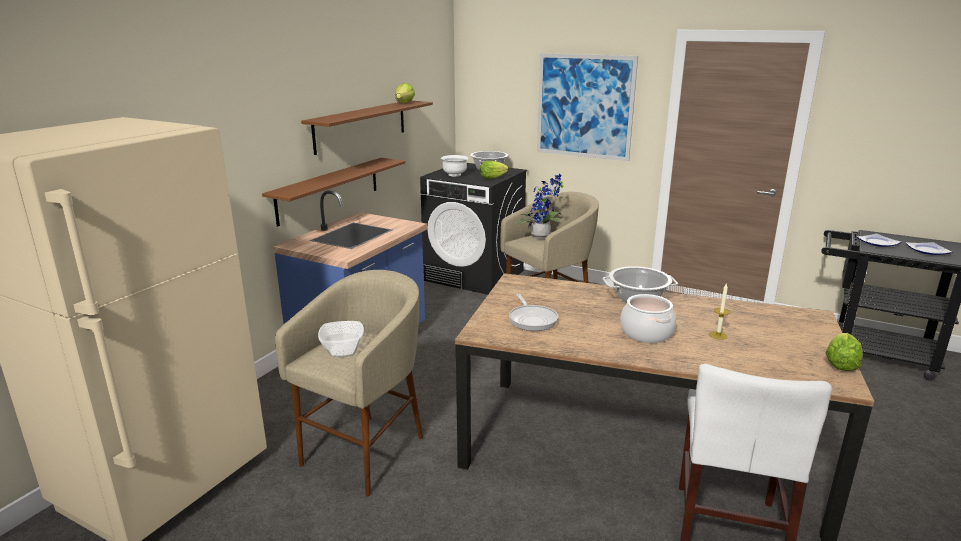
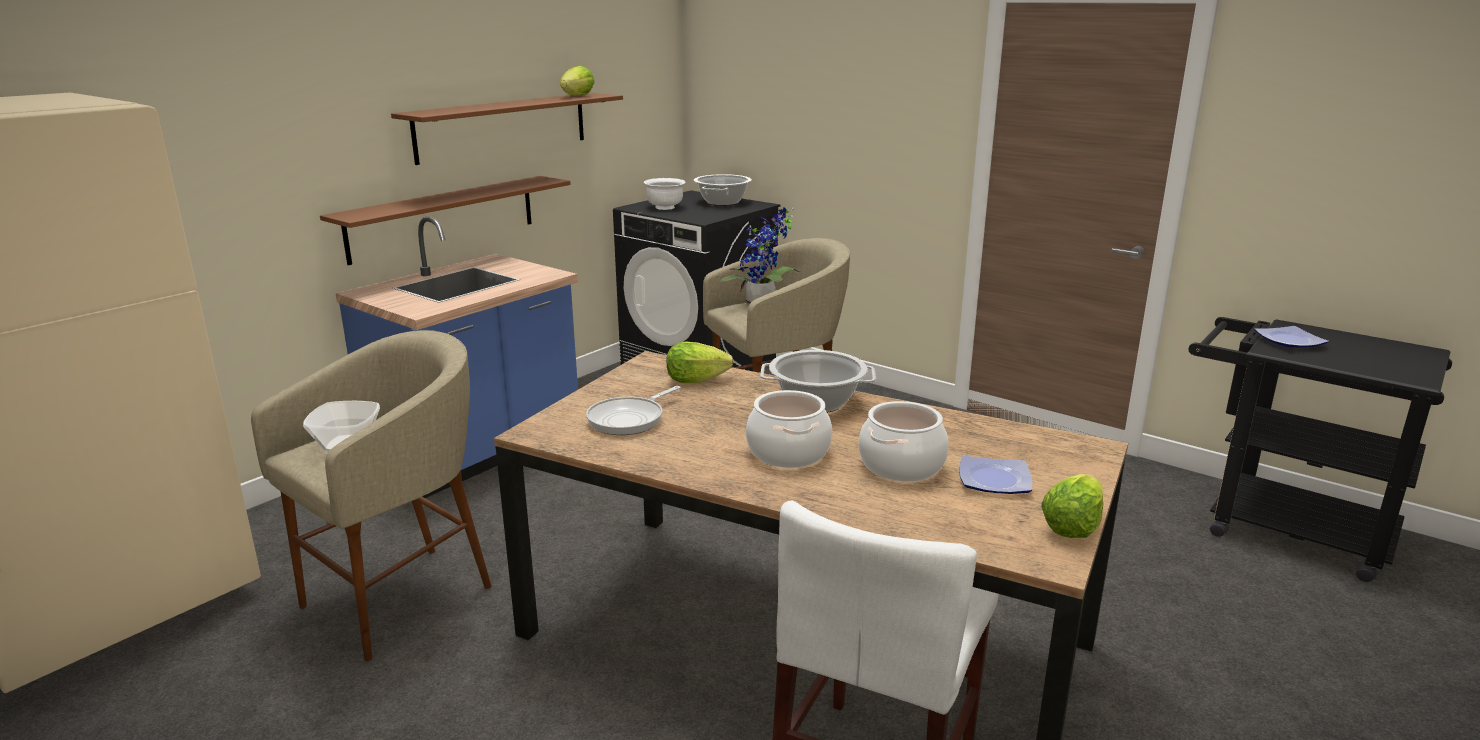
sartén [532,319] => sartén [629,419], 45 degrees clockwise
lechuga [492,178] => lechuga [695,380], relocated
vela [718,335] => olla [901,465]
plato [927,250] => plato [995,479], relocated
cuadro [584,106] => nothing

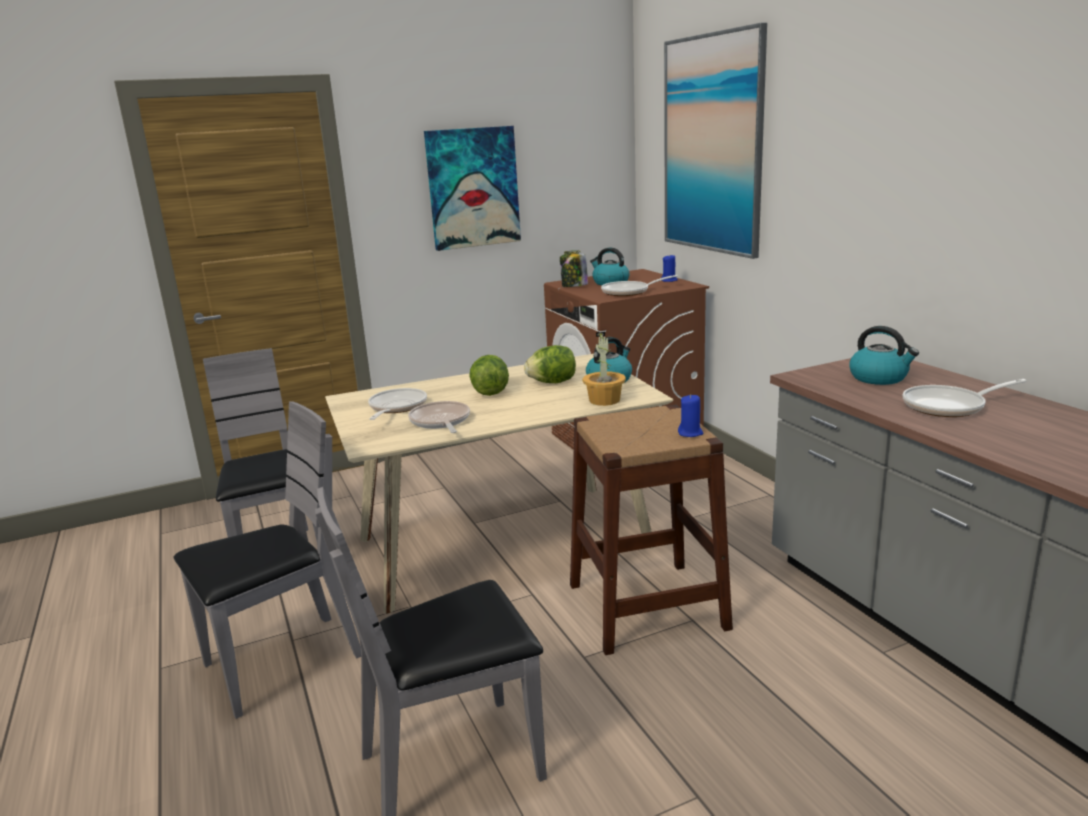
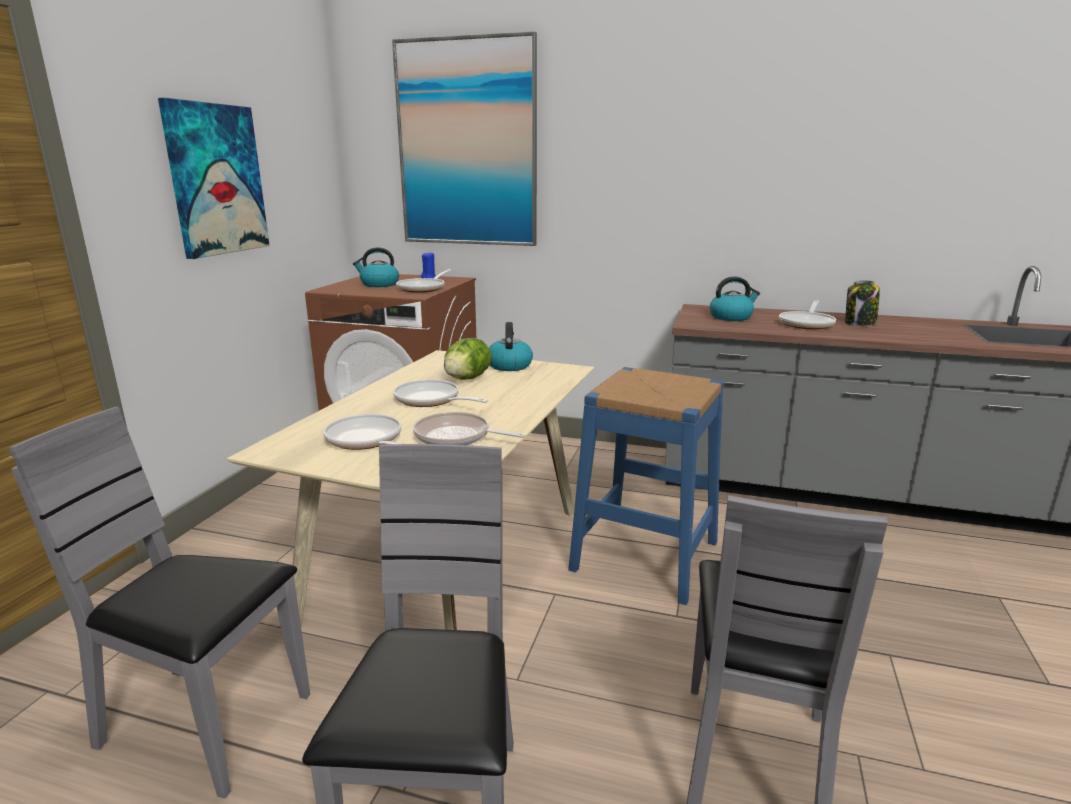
lechuga [490,392] => sartén [431,400]
taburete (marrón) [646,606] => taburete (azul) [645,555]
tarro [574,286] => tarro [859,323], relocated
planta en maceta [604,400] => nothing
vela (azul) [690,433] => nothing

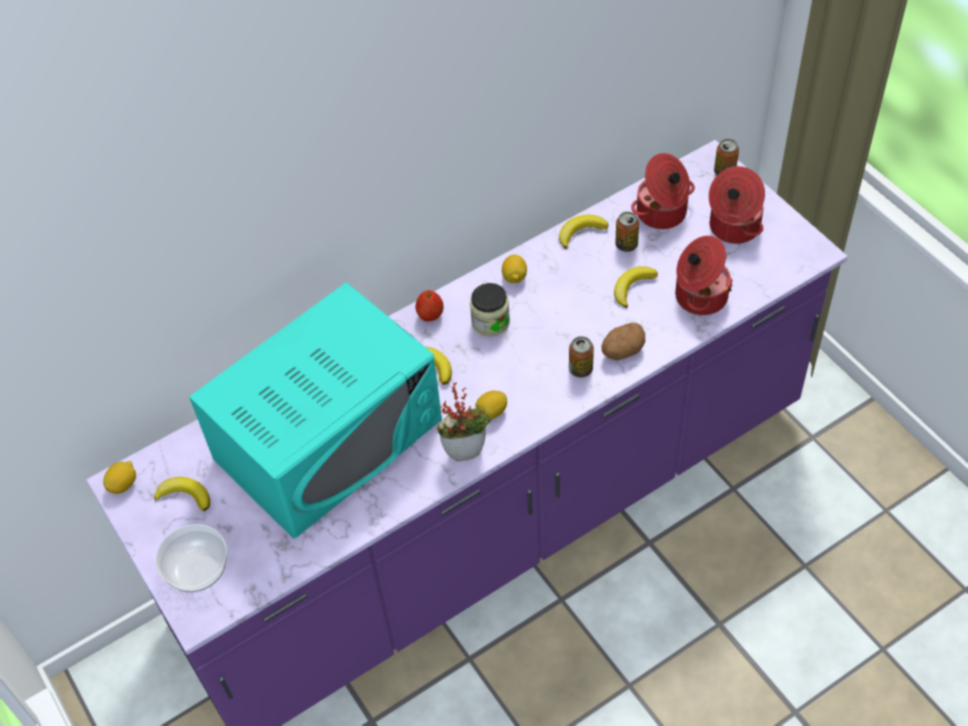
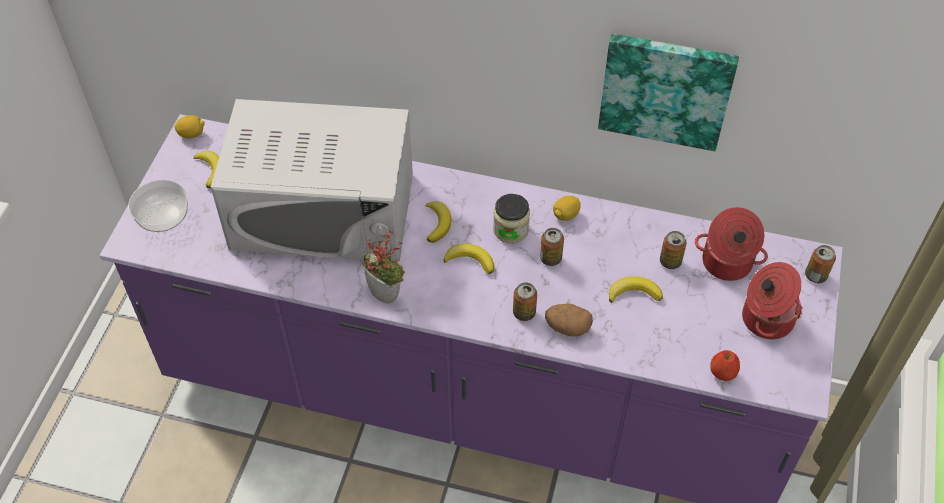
microondas (turquesa) [329,438] => microondas (blanco) [323,211]
plátano [580,232] => plátano [470,260], relocated
nothing => lata [550,258]
nothing => cuadro [666,89]
manzana [430,316] => manzana [722,374], relocated
limón [491,412] => nothing
olla [699,296] => nothing

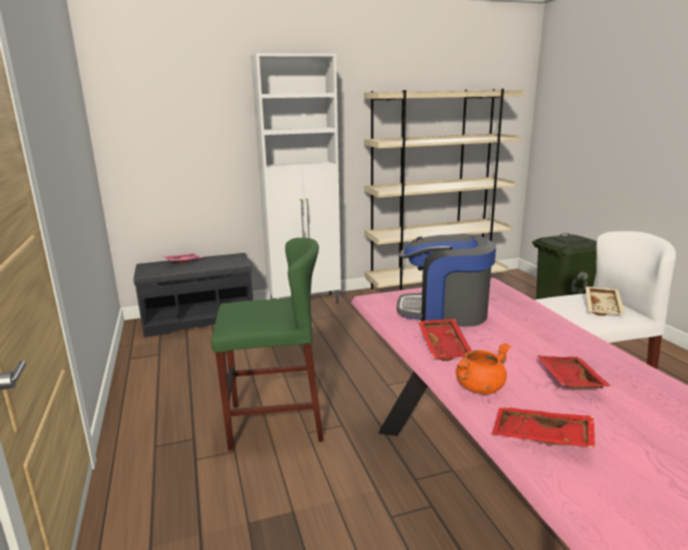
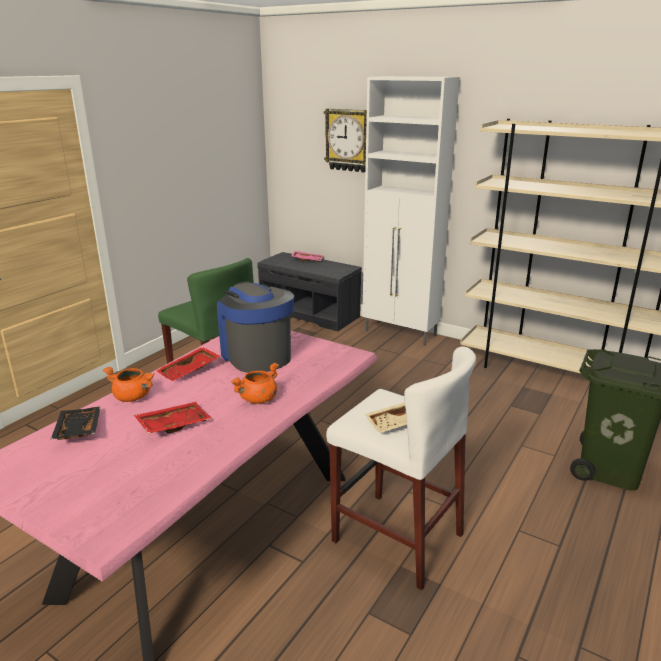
bandeja (rojo) [541,438] => bandeja (negro) [77,430]
nothing => olla (naranja) [258,399]
nothing => reloj de pared [349,140]

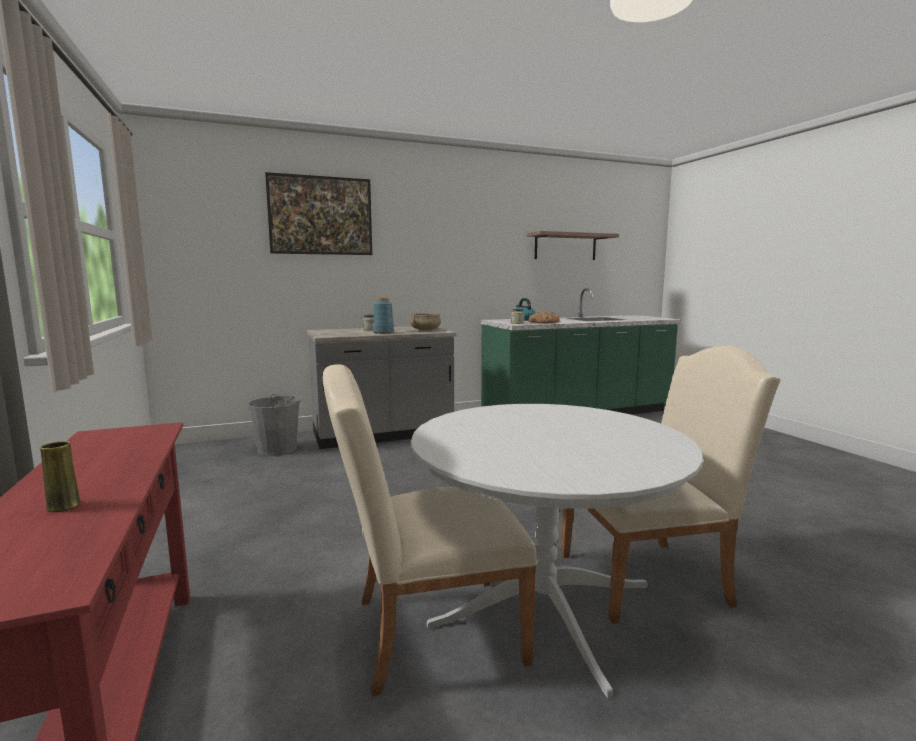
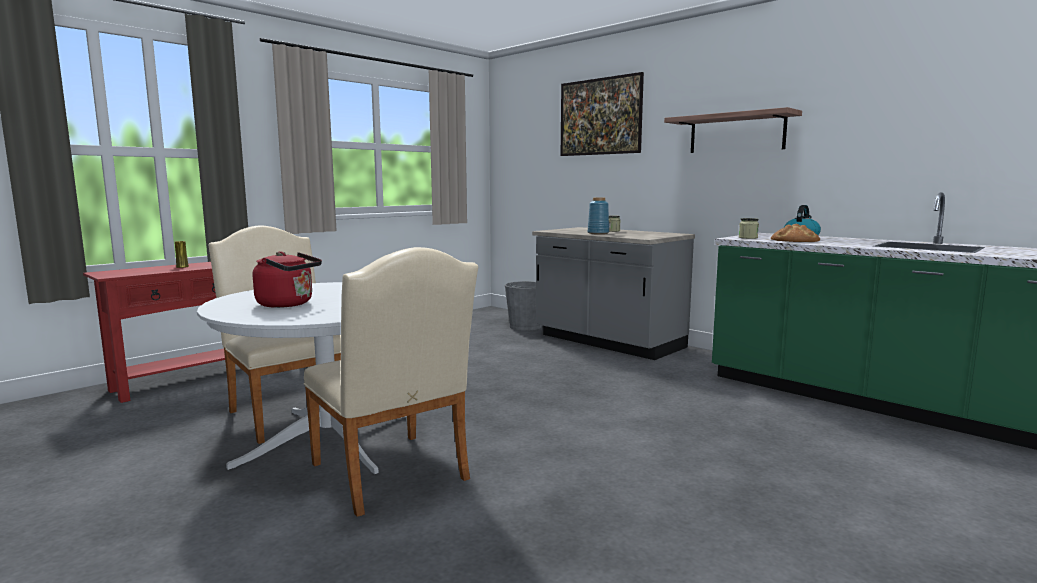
nothing => hervidor (rojo) [288,304]
estante [565,247] => estante [736,133], relocated
olla (beis) [425,330] => nothing

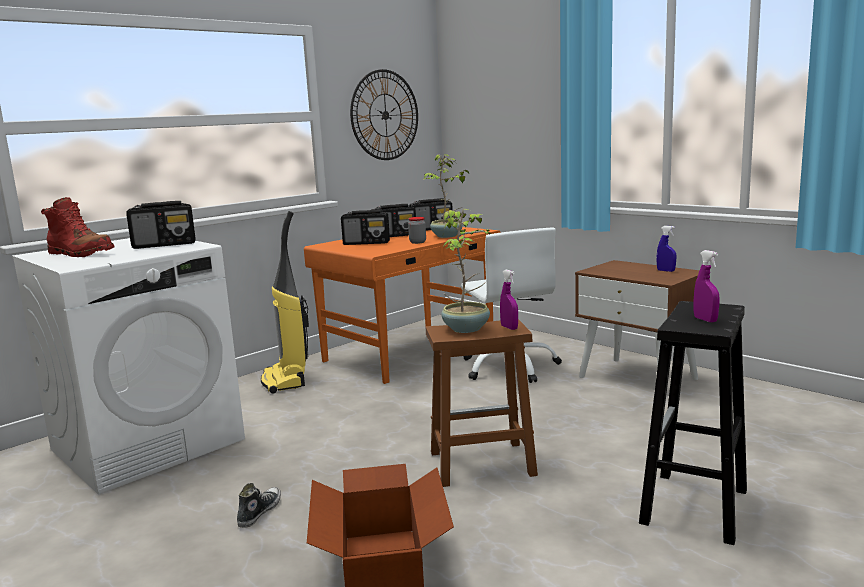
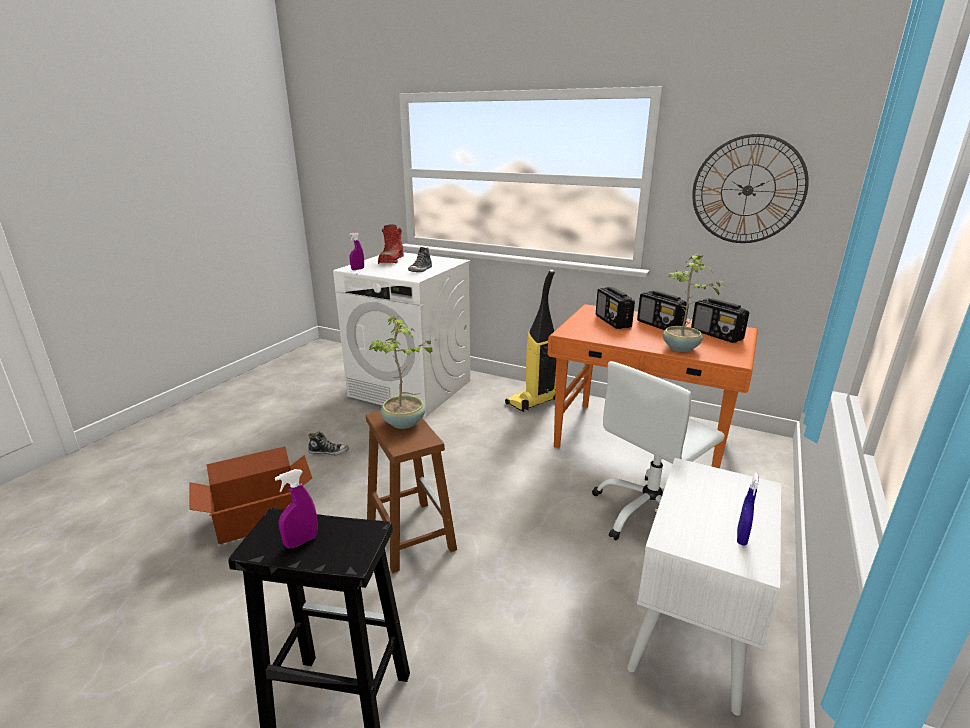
pulverizador (morado) [509,328] => pulverizador (morado) [357,269], relocated
radio [165,245] => zapato [420,270]
mesita de noche (marrón) [638,378] => mesita de noche (blanco) [691,636]
tarro [417,242] => nothing

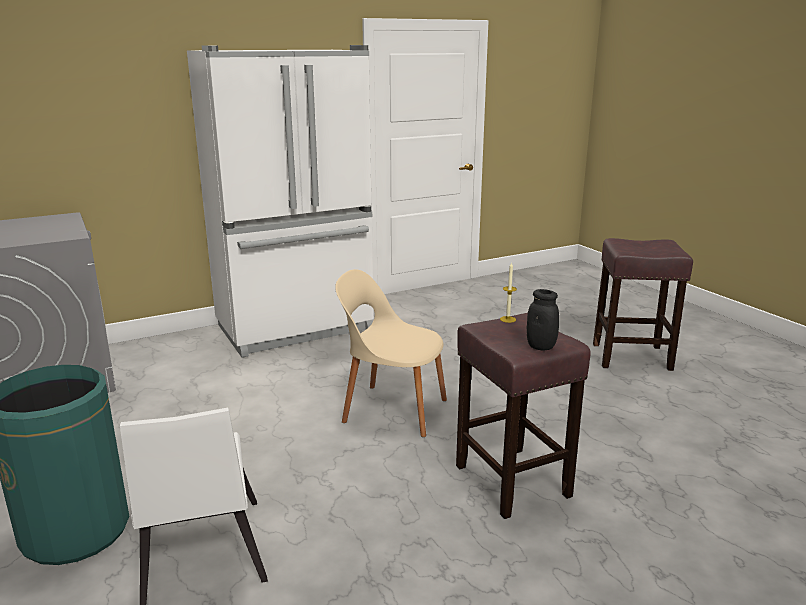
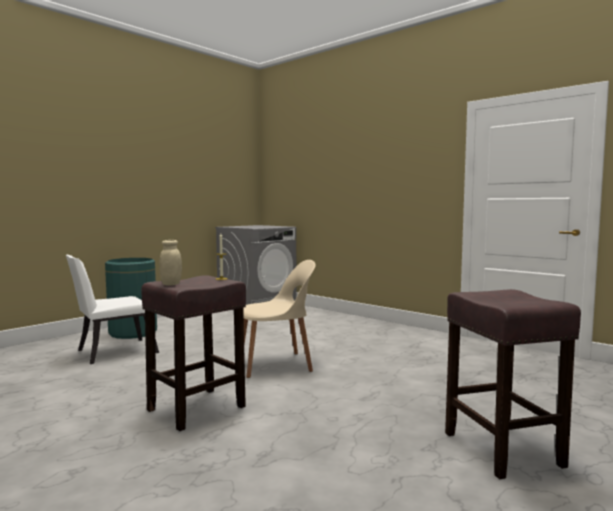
tarro (negro) [541,346] => tarro (beis) [171,284]
silla (beis) [392,410] => silla (beis) [277,365], 75 degrees clockwise
nevera (blanco) [297,329] => nothing

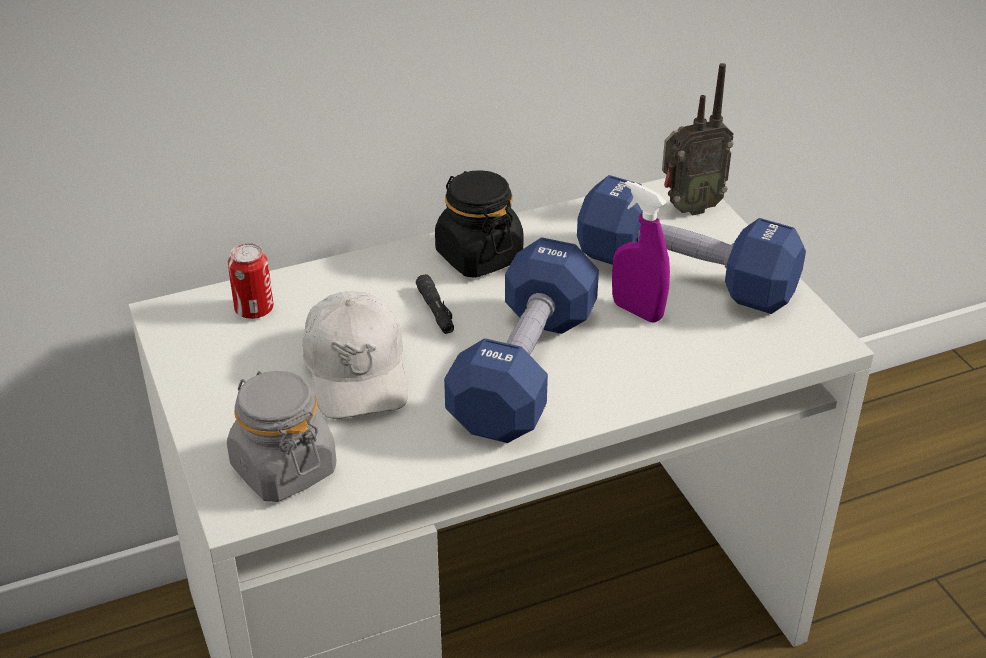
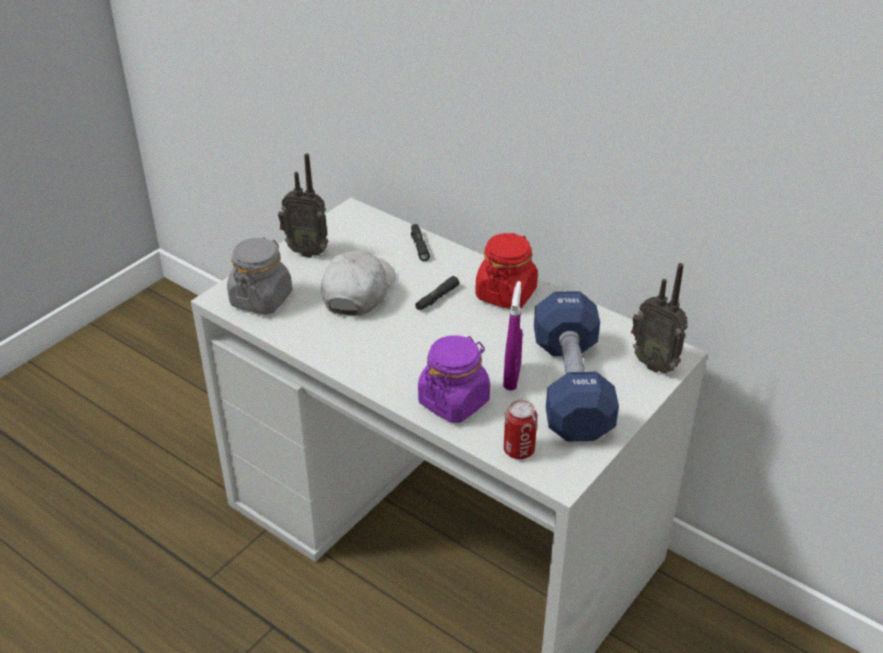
nothing => radio [307,251]
gorra (blanco) [357,371] => gorra (blanco) [358,291], 150 degrees clockwise
nothing => linterna (negro) [419,246]
nothing => tarro (morado) [454,401]
tarro (negro) [478,256] => tarro (rojo) [506,294]
lata [254,309] => lata [519,450], relocated
mancuerna (azul) [524,370] => nothing

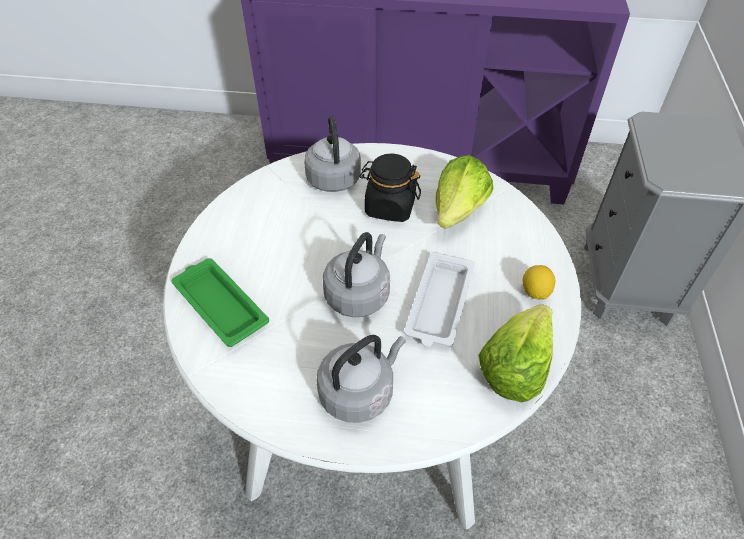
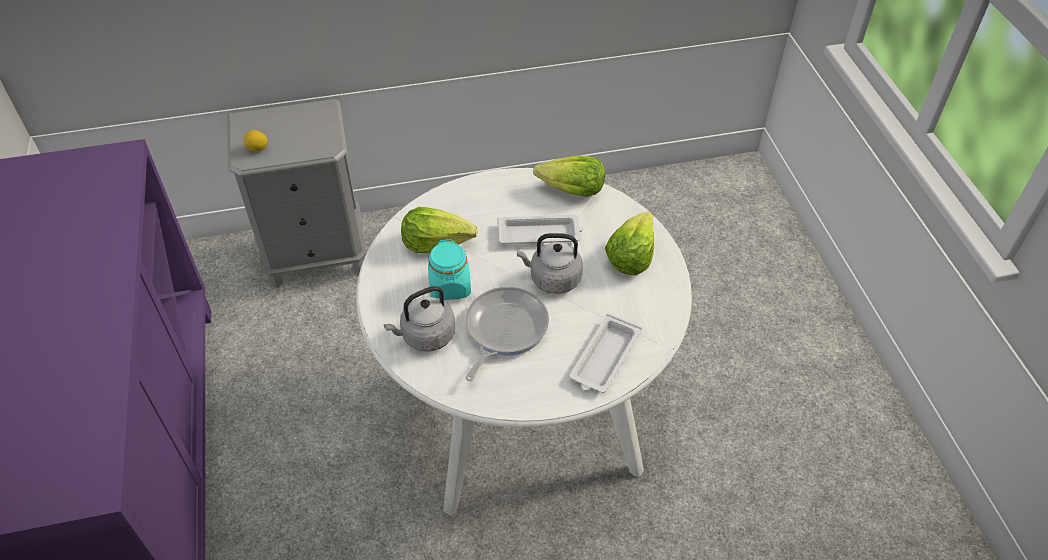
limón [535,292] => limón [258,149], relocated
tarro (negro) [389,207] => tarro (turquesa) [450,286]
nothing => sartén [504,330]
bandeja (verde) [219,304] => bandeja (blanco) [604,358]
hervidor (gris) [359,392] => lechuga [630,256]

